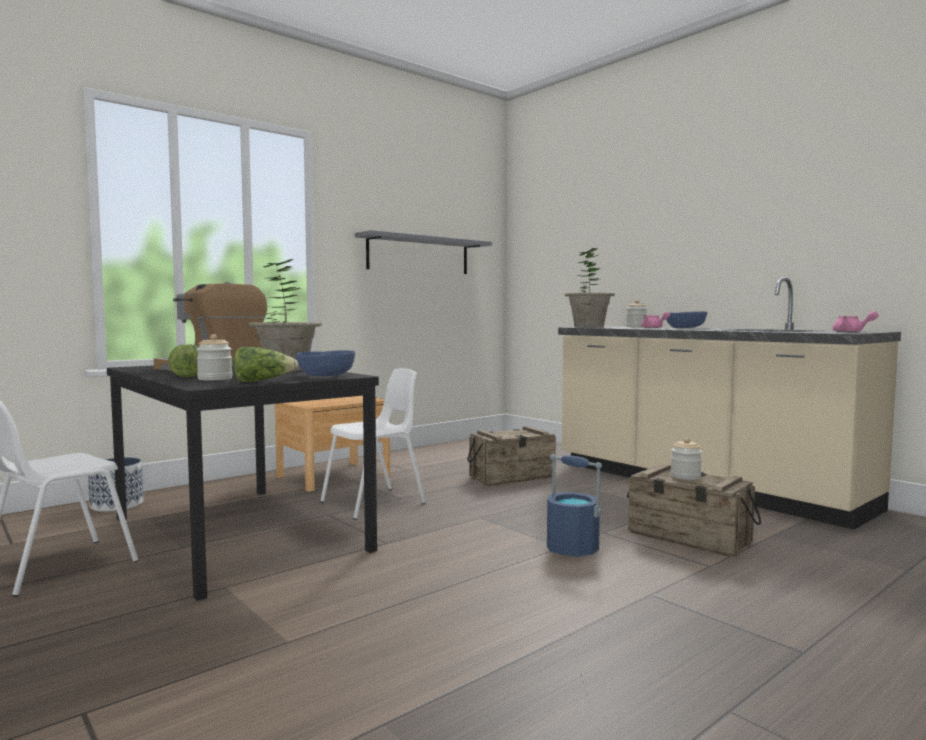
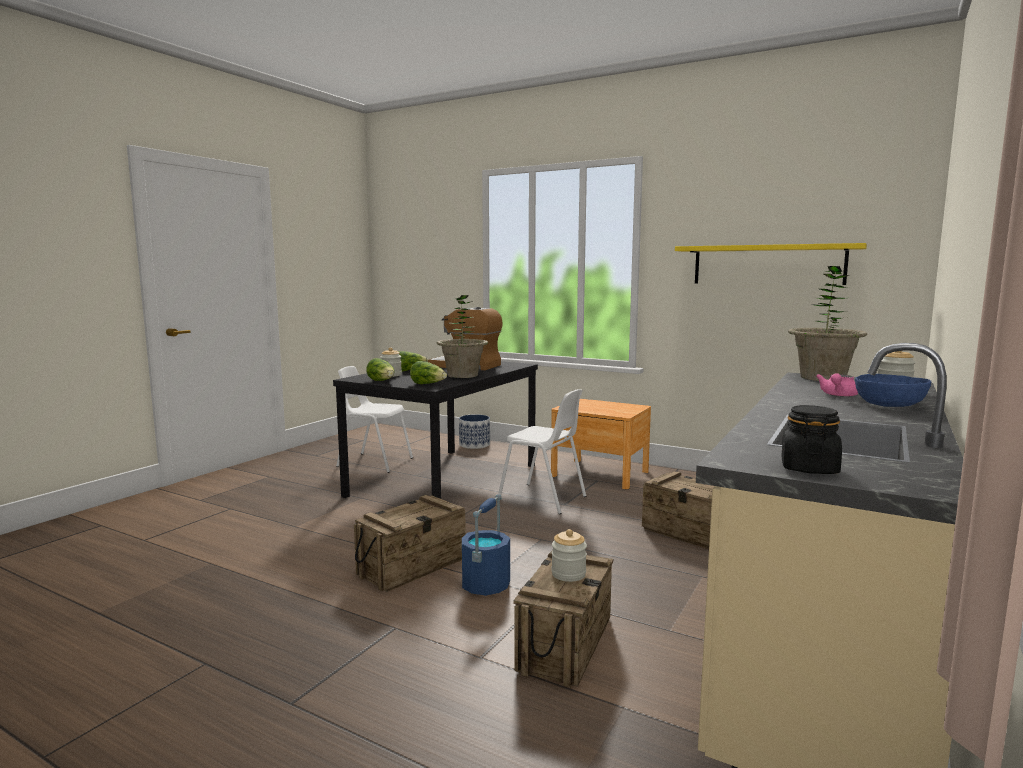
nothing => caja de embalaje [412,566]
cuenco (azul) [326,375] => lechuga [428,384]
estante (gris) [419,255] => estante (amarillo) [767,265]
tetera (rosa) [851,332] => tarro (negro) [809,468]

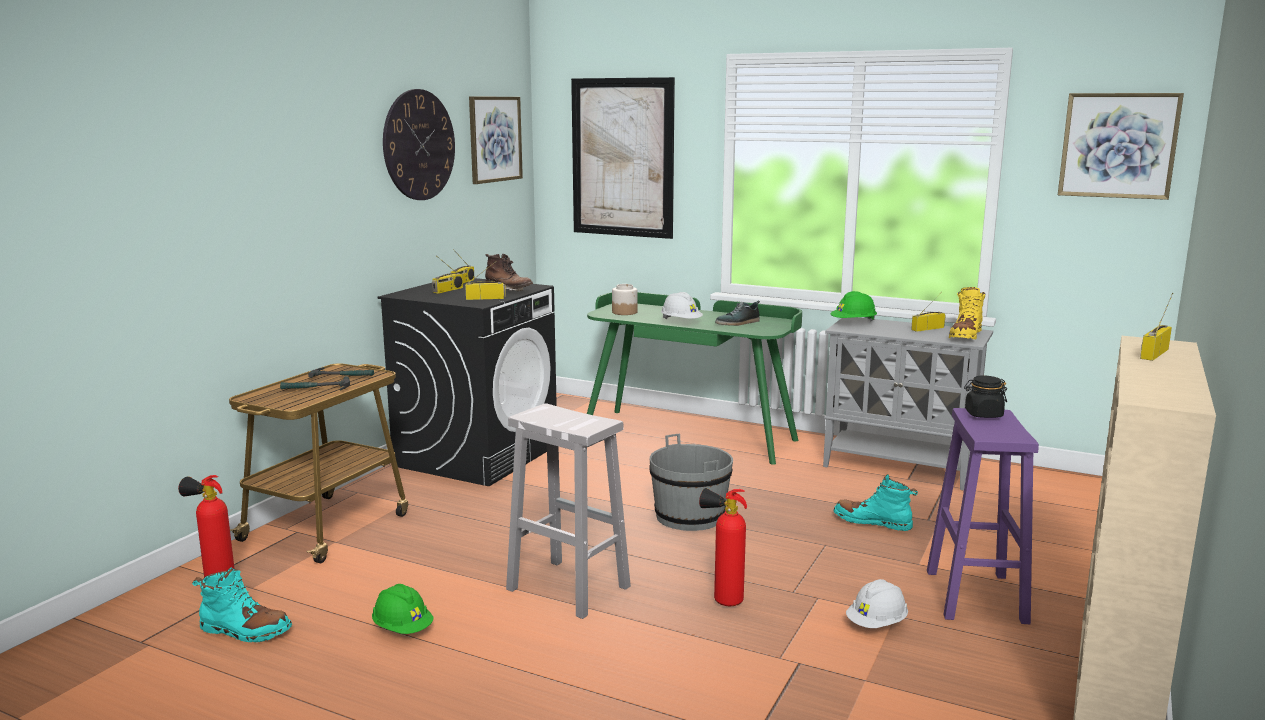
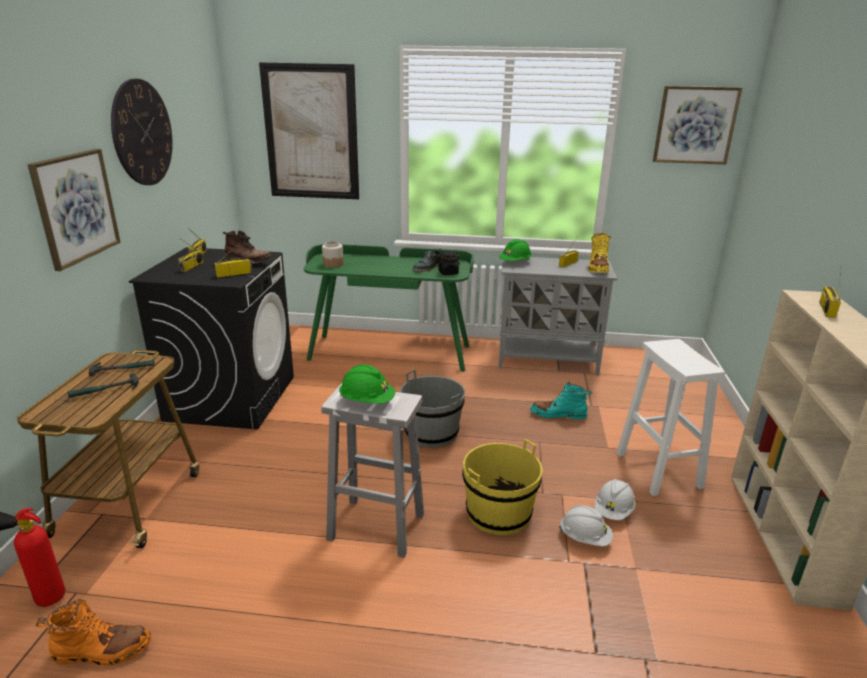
cuadro [495,139] => cuadro [76,207], relocated
bota (turquesa) [245,631] => bota (naranja) [102,651]
casco (verde) [403,629] => casco (verde) [367,401], relocated
tarro (negro) [983,414] => tarro (negro) [448,273], relocated
extintor [722,600] => cubo (amarillo) [498,513]
casco (blanco) [681,322] => casco (blanco) [585,538], relocated
taburete (morado) [974,595] => taburete (blanco) [657,469]

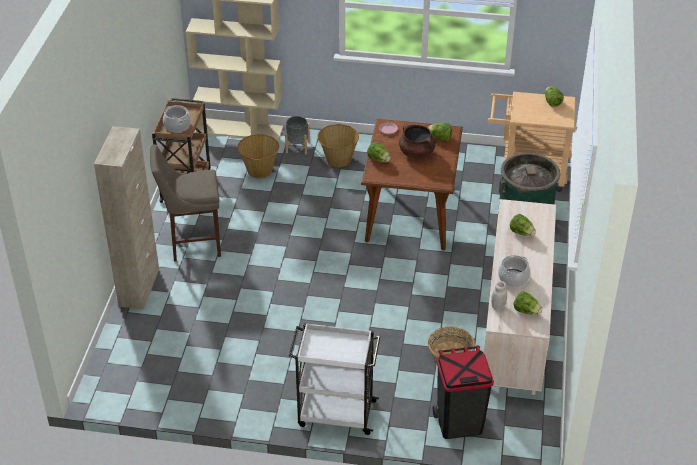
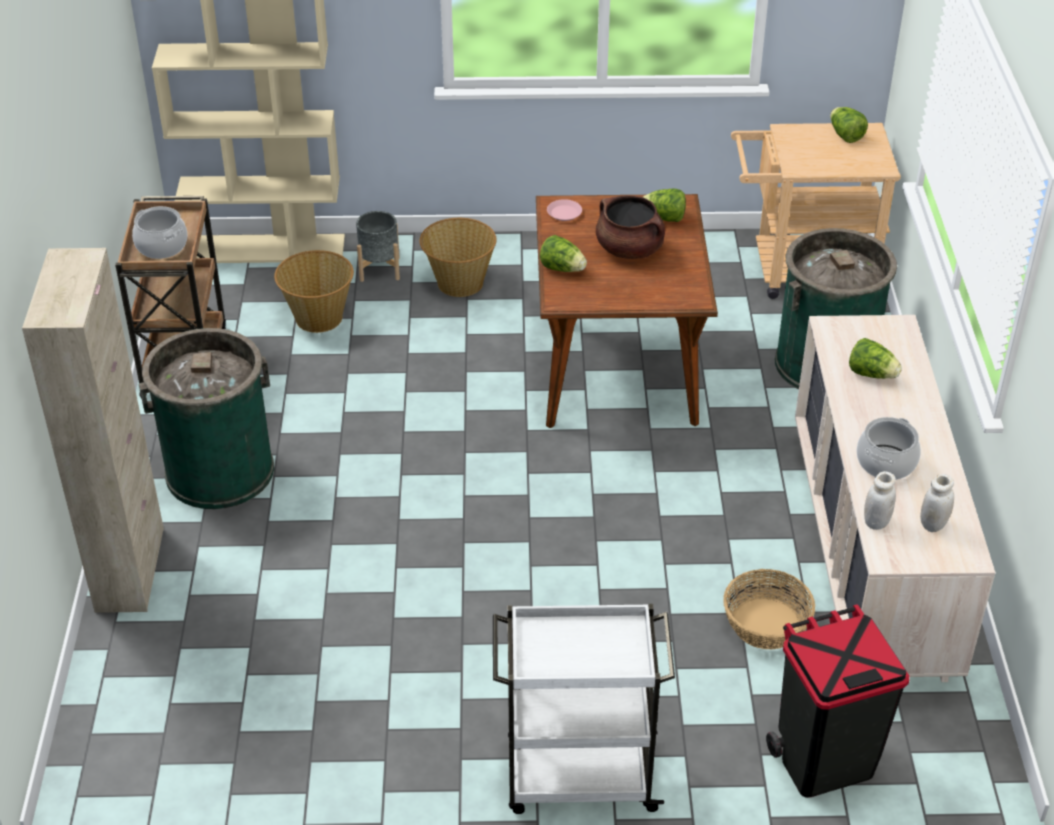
taburete (beis) [192,244] => papelera (verde) [219,471]
lechuga [526,311] => tarro (blanco) [933,524]

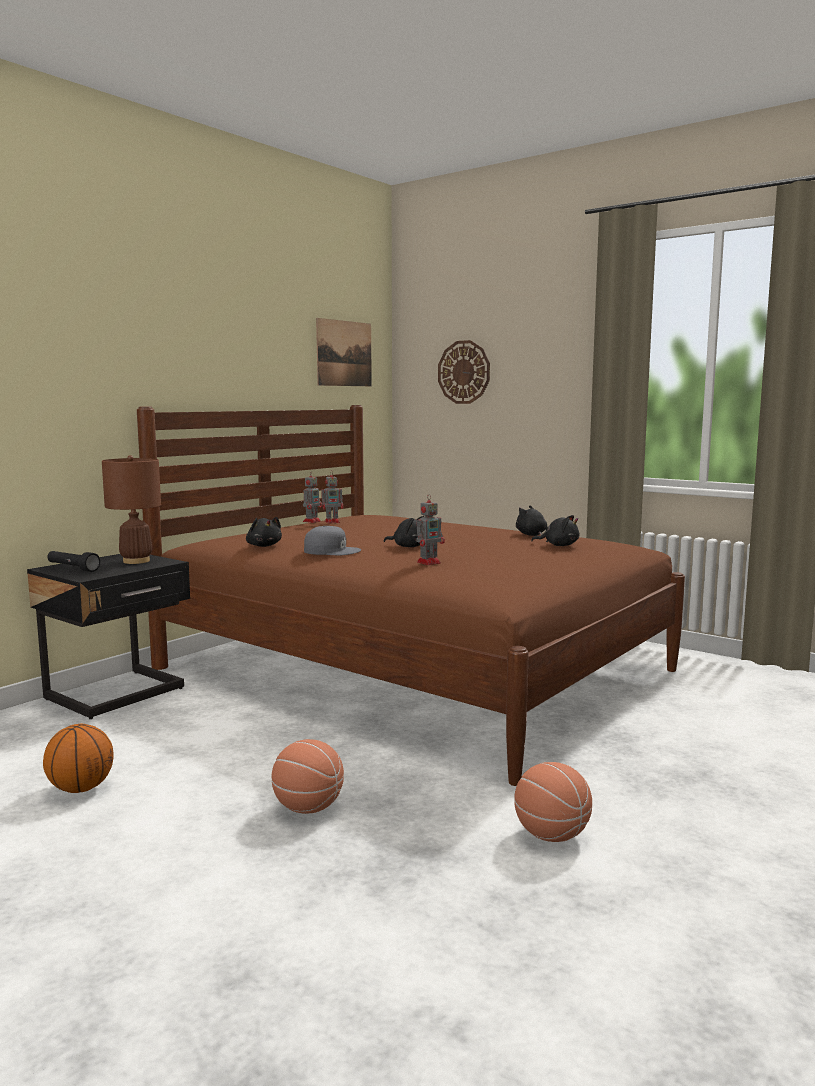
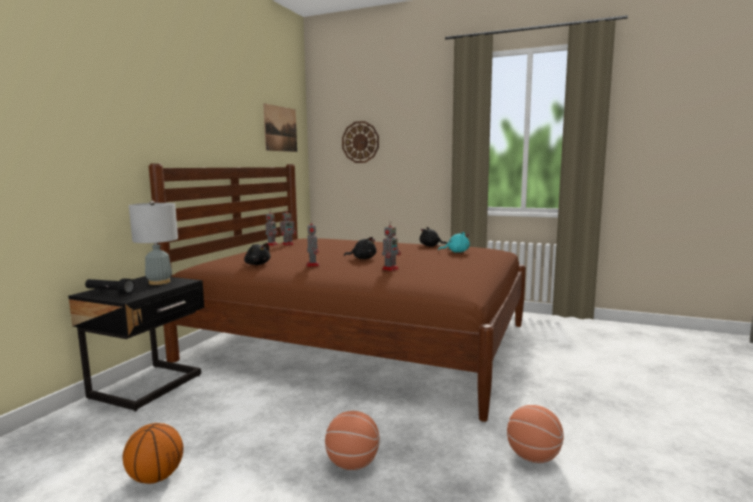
lámpara de mesa (marrón) [136,561] => lámpara de mesa (gris) [159,282]
gorra (gris) [331,551] => robot de juguete [312,265]
peluche (negro) [559,545] => peluche (turquesa) [456,252]

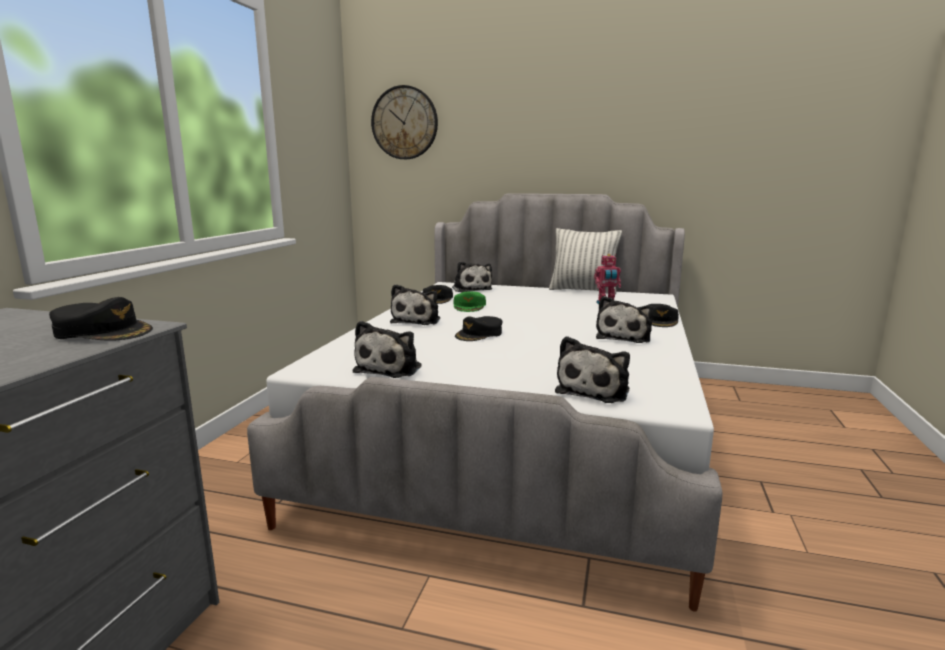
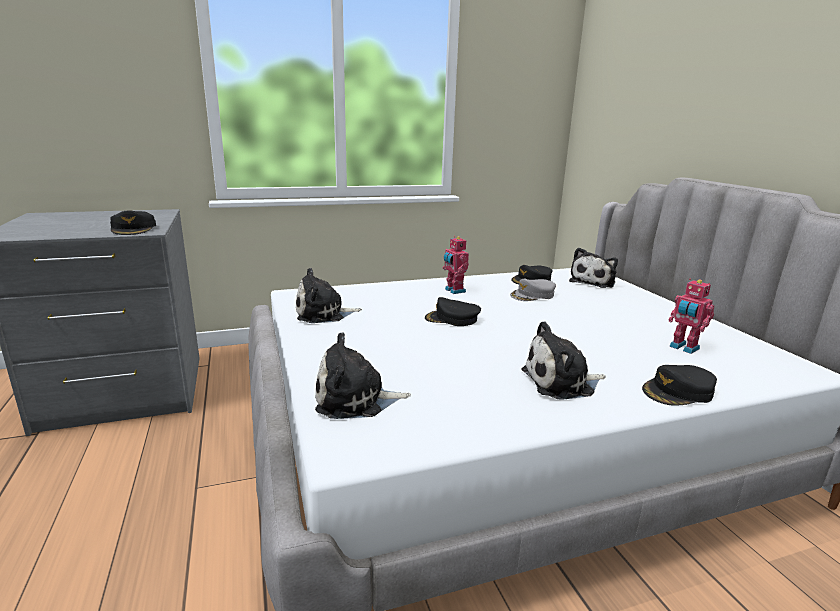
peluche [417,320] => robot de juguete [454,291]
gorra (verde) [469,306] => gorra (gris) [533,295]
reloj de pared [404,123] => nothing
cojín [583,290] => nothing

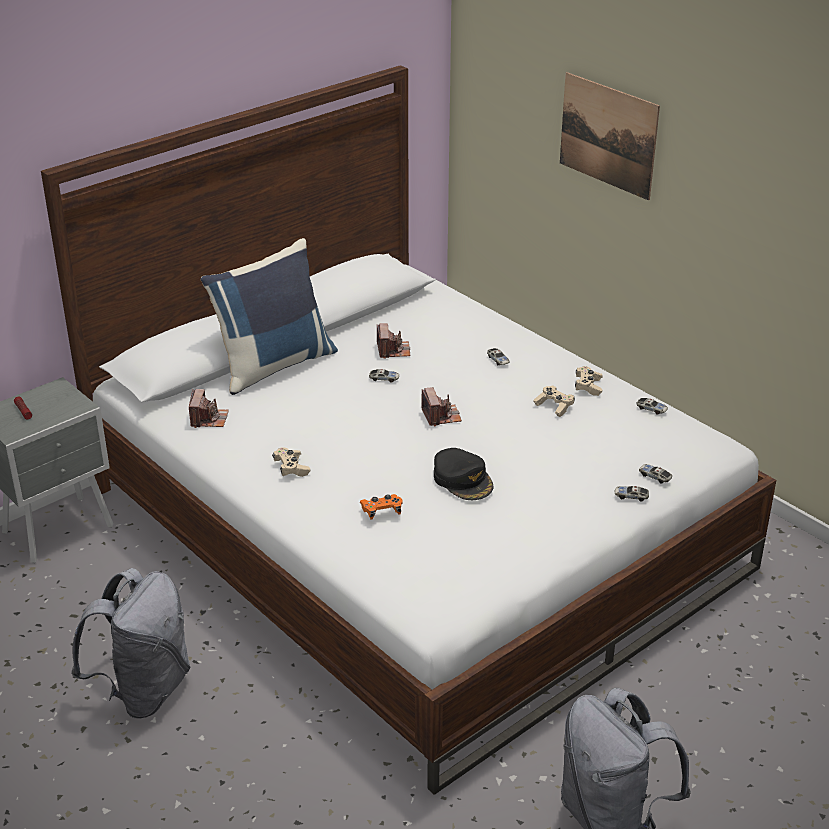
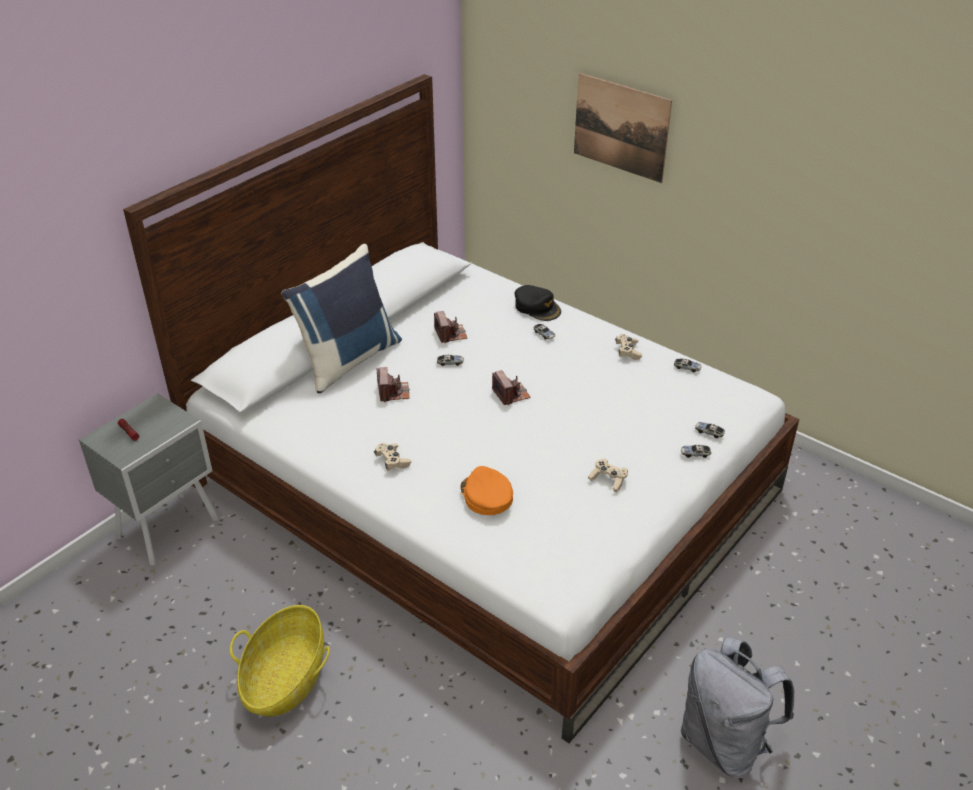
mochila (gris) [144,690] => cesta [285,679]
cámara [208,419] => cámara [393,392], relocated
mando de consola (naranja) [382,511] => gorra (naranja) [486,495]
gorra (negro) [463,480] => gorra (negro) [537,307], relocated
mando de consola (beis) [554,406] => mando de consola (beis) [608,480], relocated

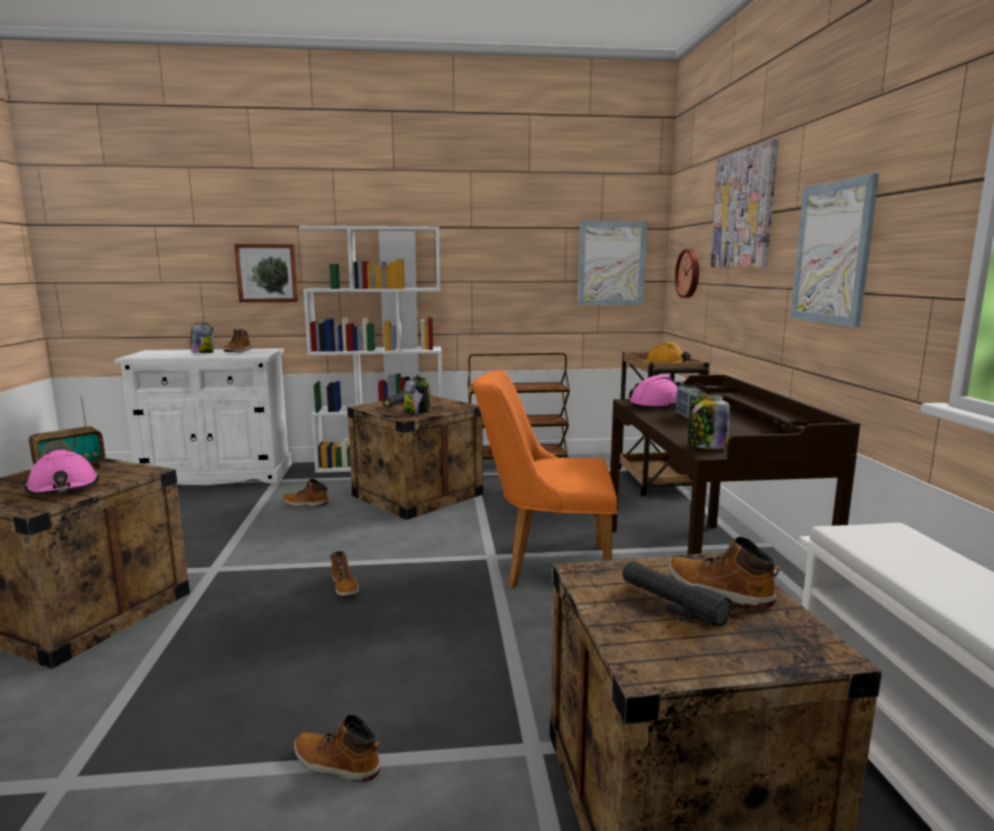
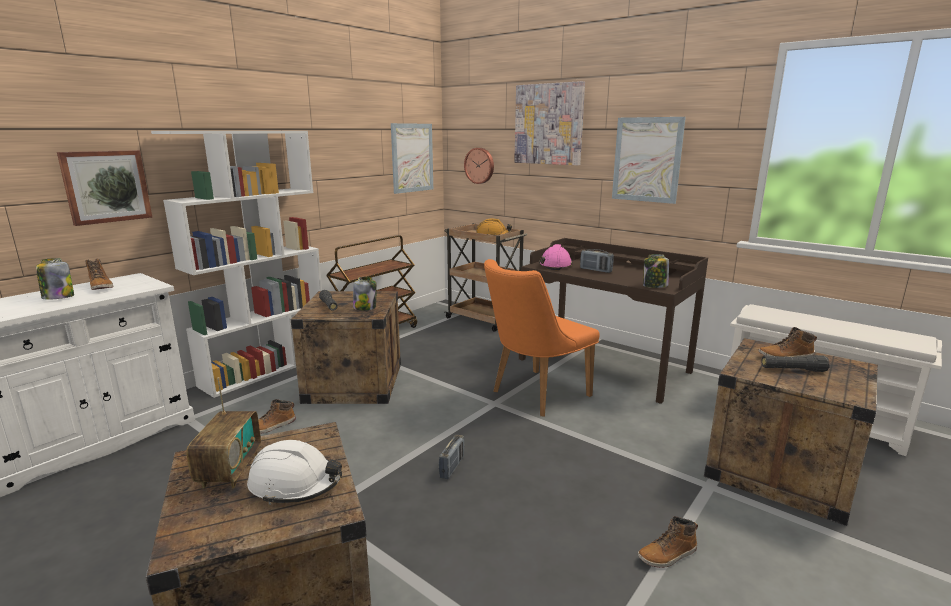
casco (rosa) [64,489] => casco (blanco) [295,484]
bota [345,586] => radio [452,467]

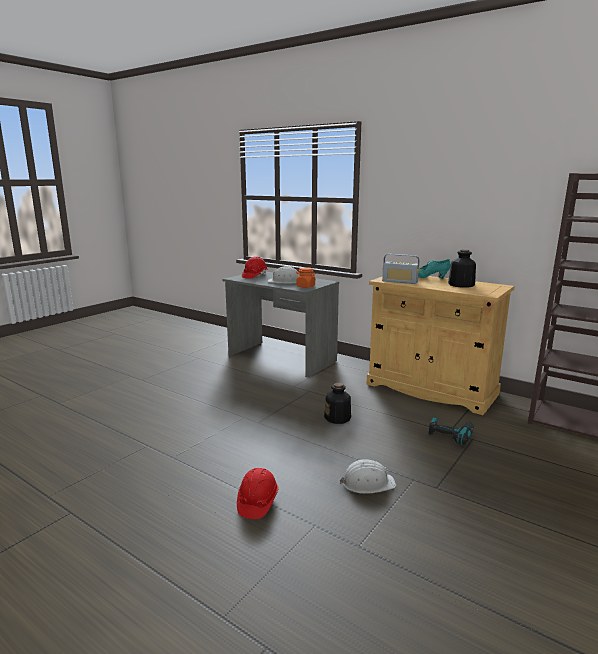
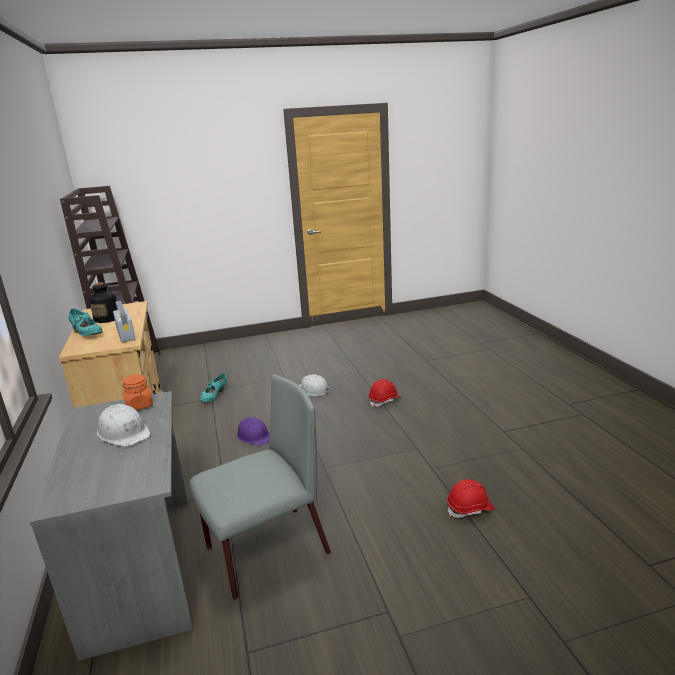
nothing => silla (gris) [265,552]
taladro [451,434] => zapato (turquesa) [214,397]
botella [337,418] => casco (morado) [254,436]
casco (rojo) [254,276] => casco (rojo) [470,508], relocated

